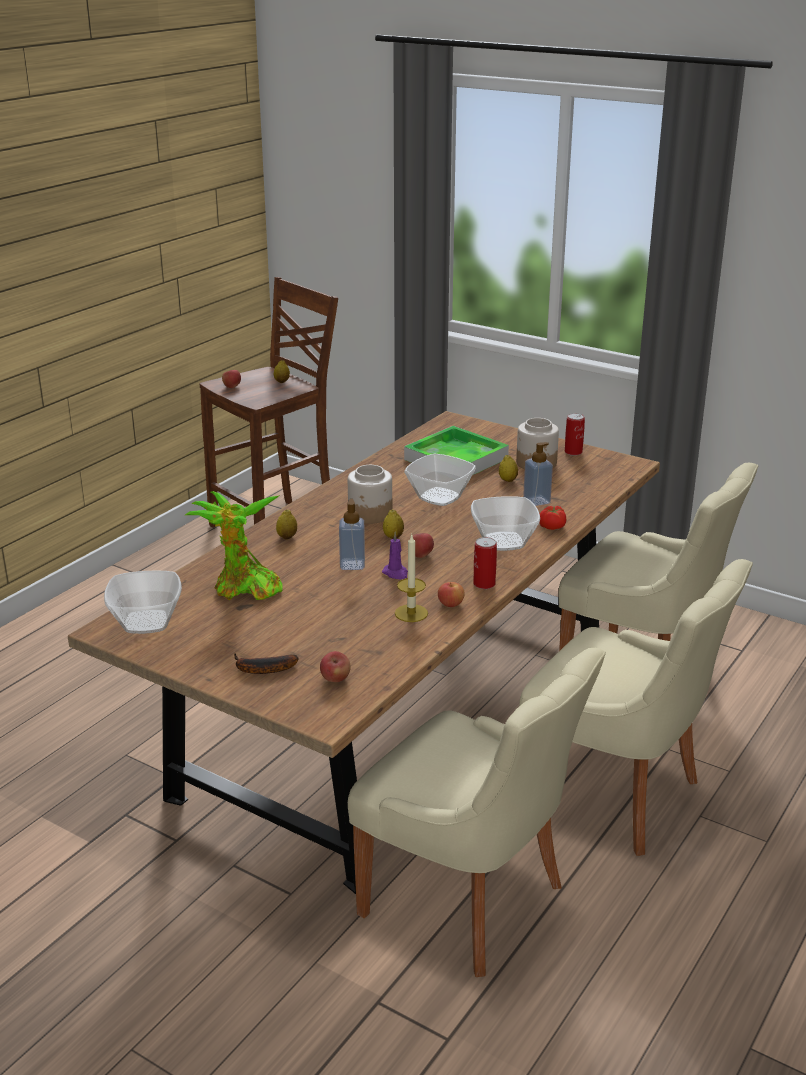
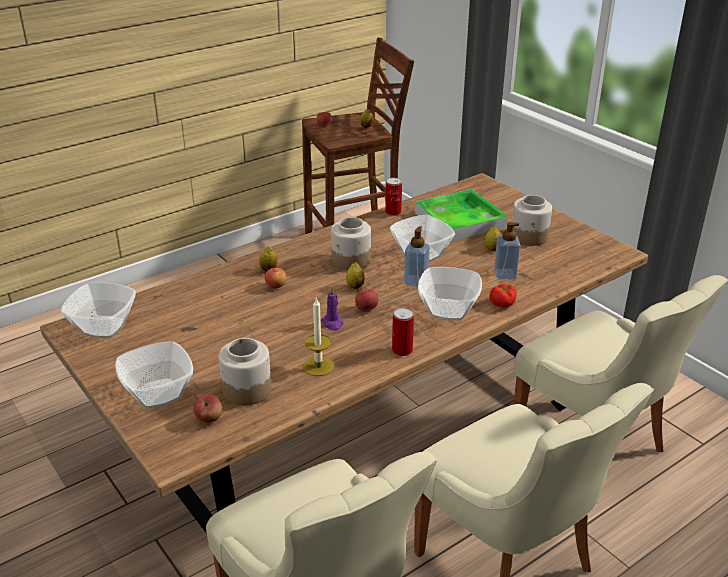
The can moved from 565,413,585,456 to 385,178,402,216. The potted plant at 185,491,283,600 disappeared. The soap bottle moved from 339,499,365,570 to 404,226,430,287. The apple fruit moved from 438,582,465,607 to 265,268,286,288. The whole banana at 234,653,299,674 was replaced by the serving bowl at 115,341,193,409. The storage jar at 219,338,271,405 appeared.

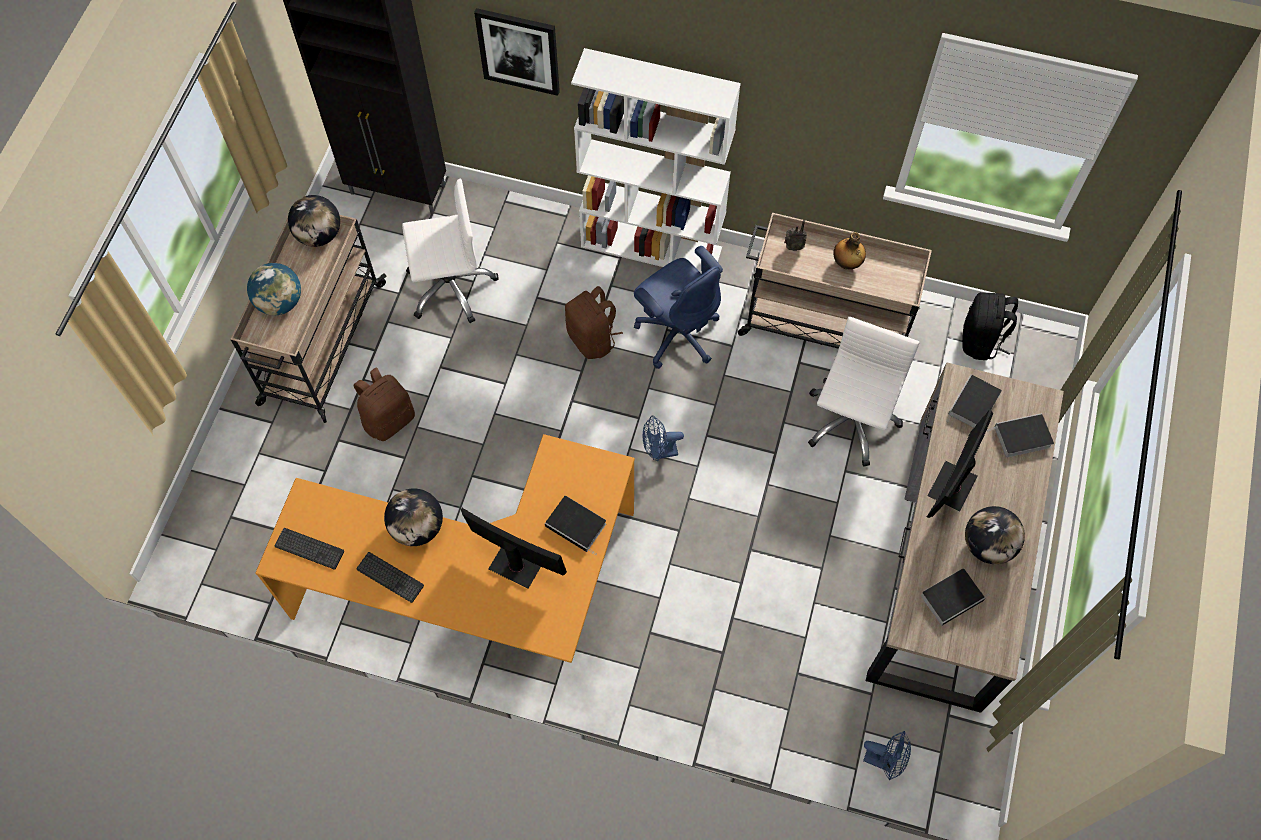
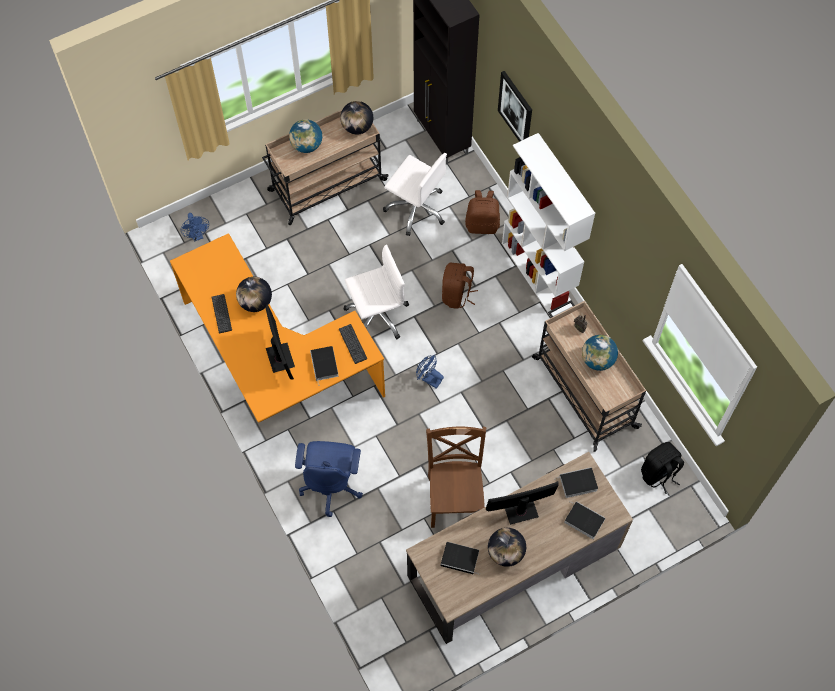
The bottle at 833,232,866,269 was replaced by the world globe at 582,335,618,371. The blue office chair moved from 634,246,723,369 to 295,441,363,517. The white office chair moved from 808,317,920,466 to 343,245,409,339. The brown-coloured rucksack moved from 354,367,415,441 to 465,190,500,234. The computer keyboard moved from 275,528,344,570 to 339,324,367,364. The blue fan moved from 863,731,911,780 to 181,213,209,242. The brown-coloured upright chair at 426,427,486,528 appeared.

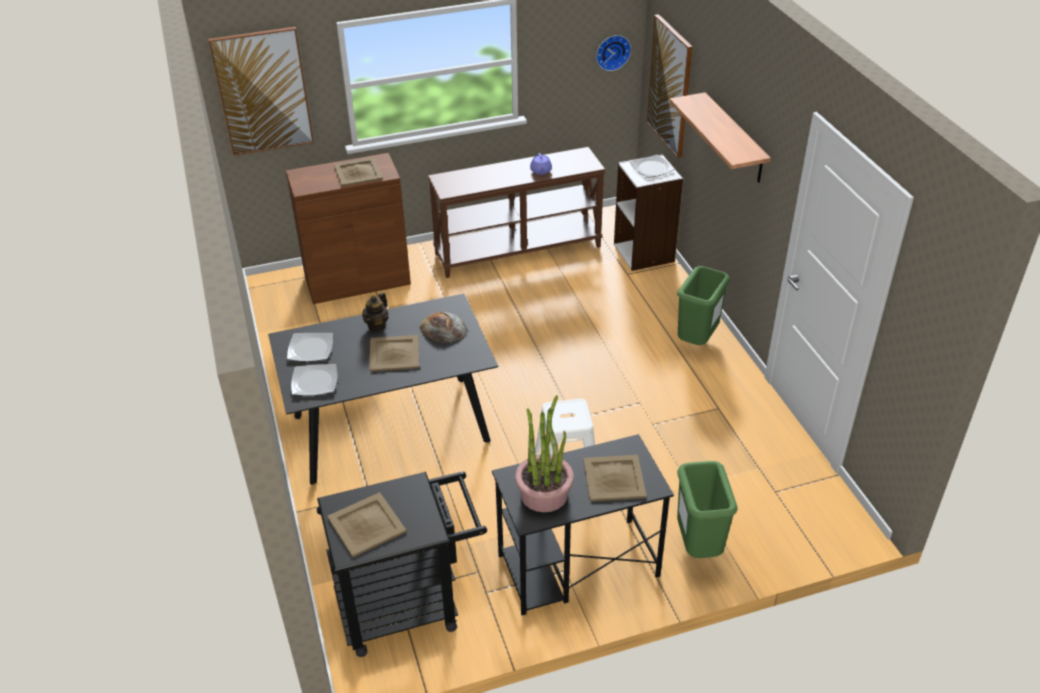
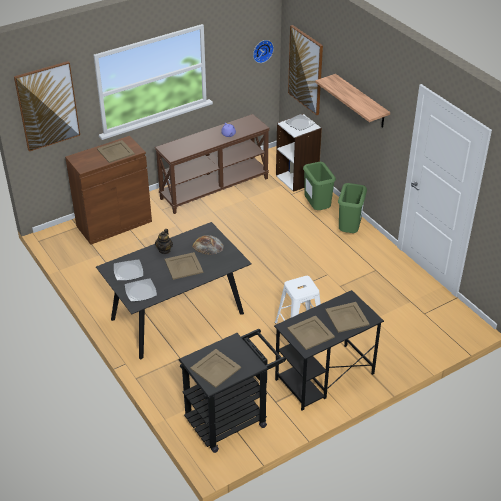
The potted plant at 515,395,574,512 was replaced by the beige-coloured carrying tray at 287,316,335,350. The green trash can moved from 677,461,738,558 to 303,162,336,210.

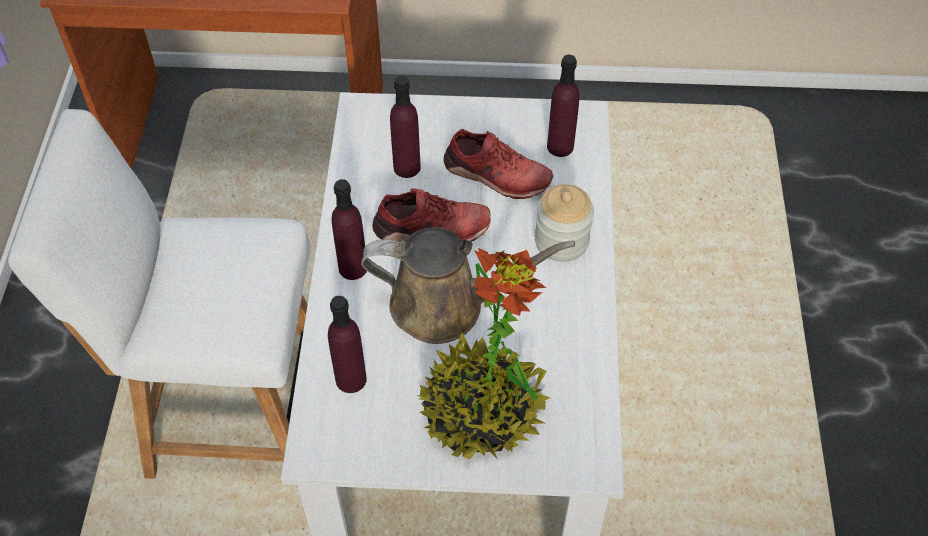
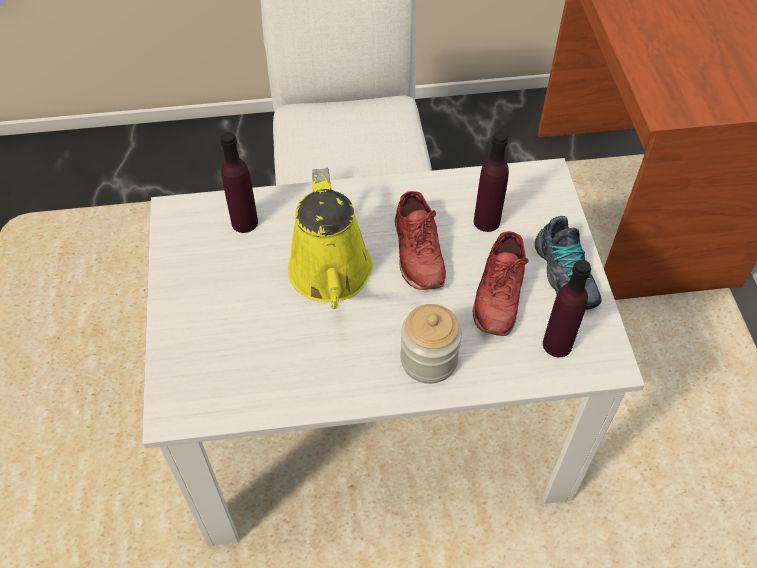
The purplish bottle at 332,179,367,280 disappeared. The brown-coloured watering can at 361,227,575,344 became the yellowish watering can at 288,168,373,309. The potted plant at 418,248,550,459 disappeared. The shoe at 535,216,602,309 appeared.

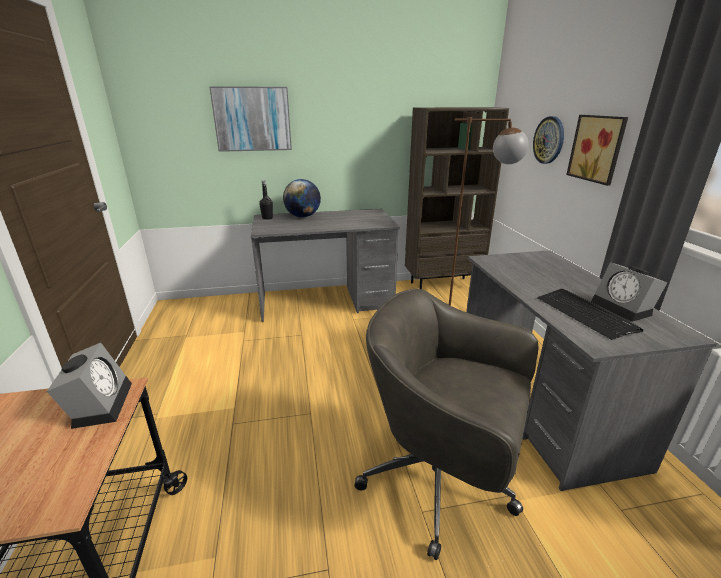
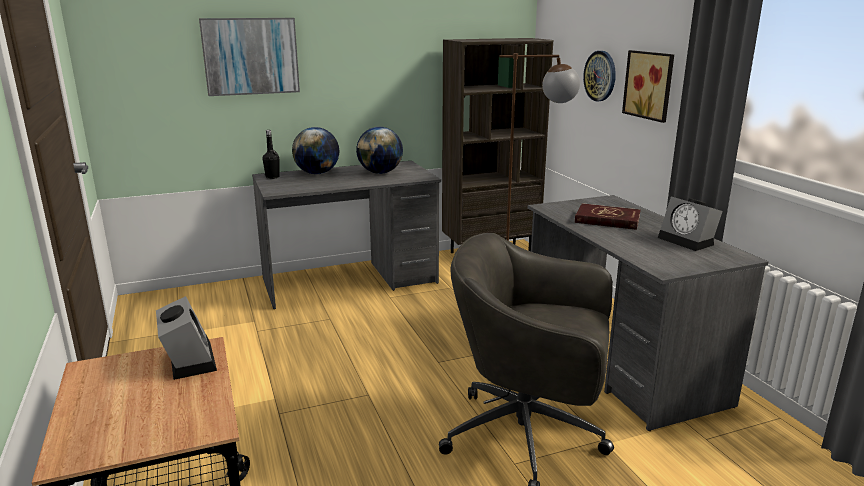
The computer keyboard at 537,289,644,340 disappeared. The world globe at 356,127,403,174 appeared. The reddish bound book at 575,203,641,230 appeared.

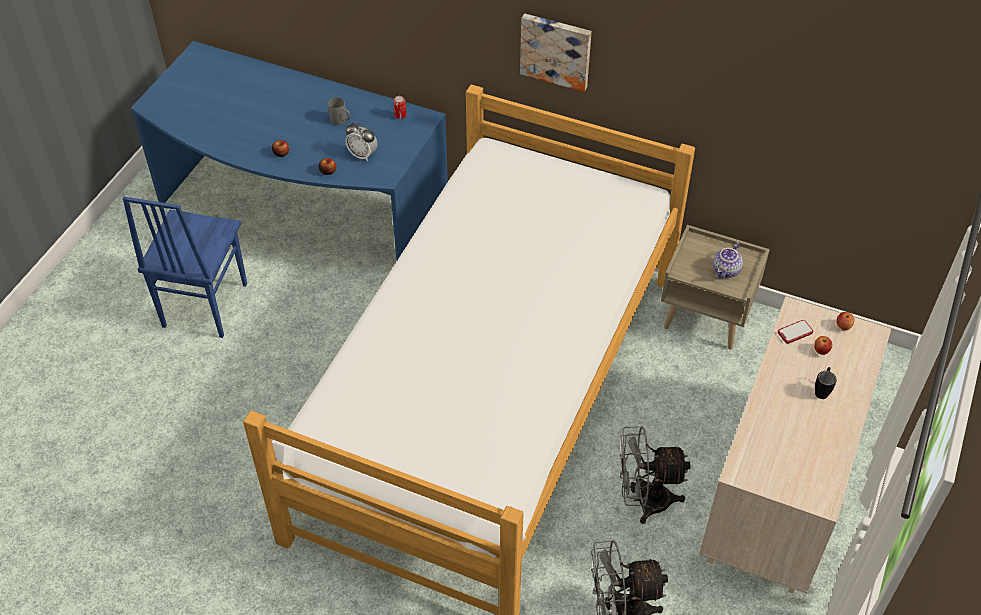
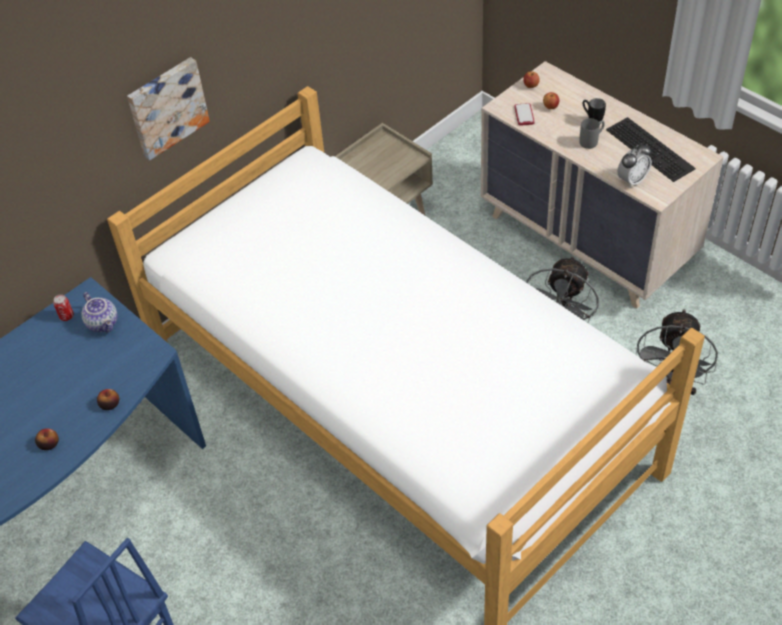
The gray mug moved from 328,97,350,125 to 579,118,605,149. The alarm clock moved from 345,122,378,161 to 617,143,652,188. The teapot moved from 713,242,743,278 to 82,292,118,332. The computer keyboard at 606,117,696,182 appeared.

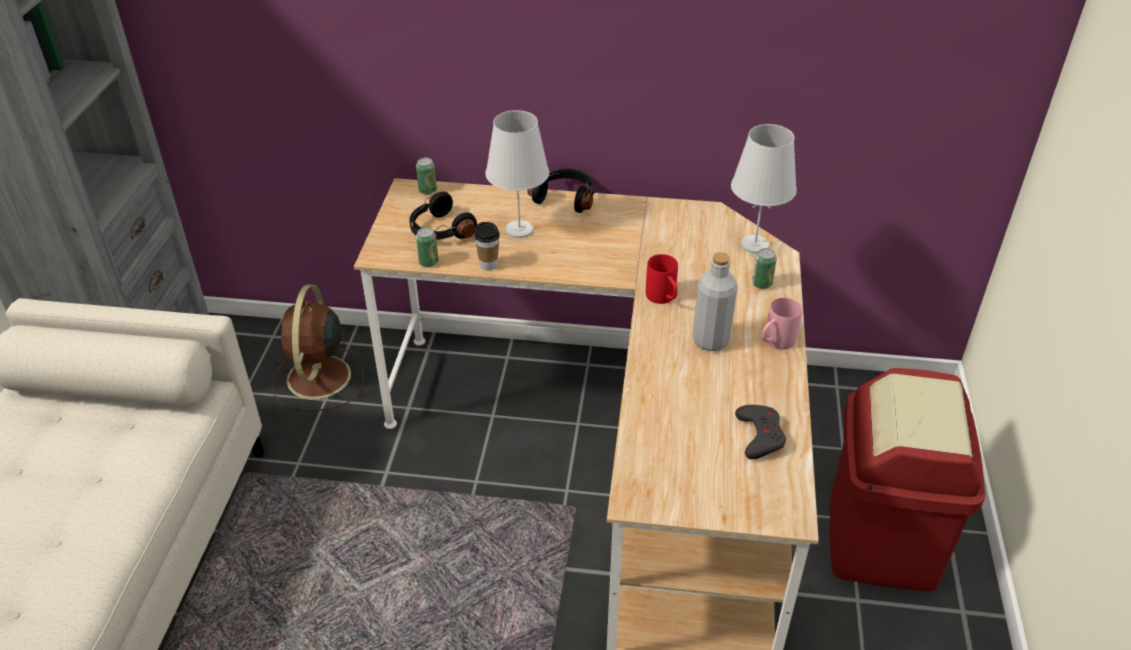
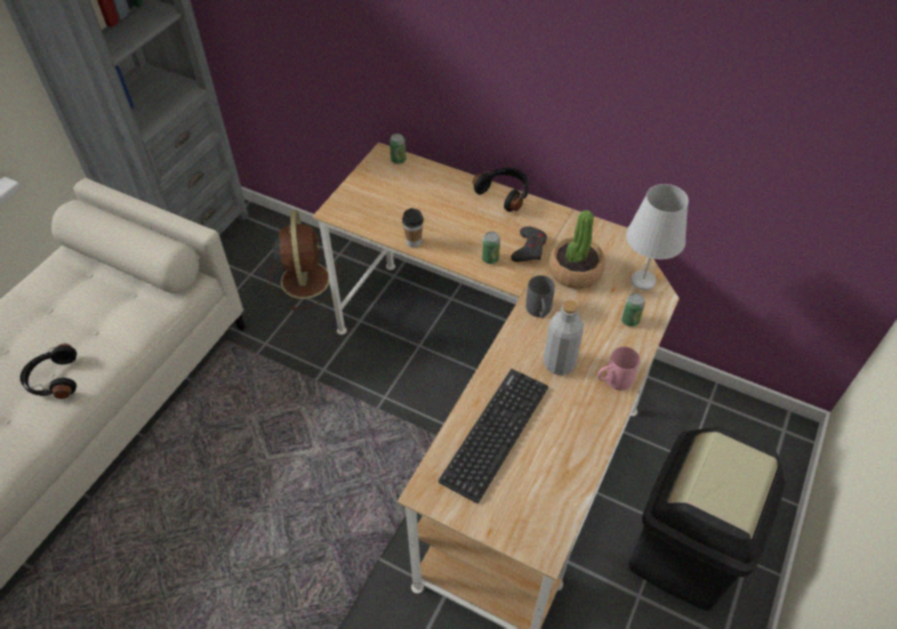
The white lamp for a table at 485,110,549,238 disappeared. The black headphones moved from 409,191,477,240 to 20,344,77,399. The can moved from 416,227,439,267 to 482,232,500,264. The reddish mug at 646,254,678,304 became the gray mug at 526,275,555,318. The brown-coloured fan at 273,285,364,411 turned 150 degrees clockwise. The reddish trash can at 830,368,985,591 became the black trash can at 628,427,785,611. The gray game controller moved from 735,405,786,459 to 511,226,547,262. The potted plant at 549,210,605,289 appeared. The computer keyboard at 438,369,548,503 appeared.

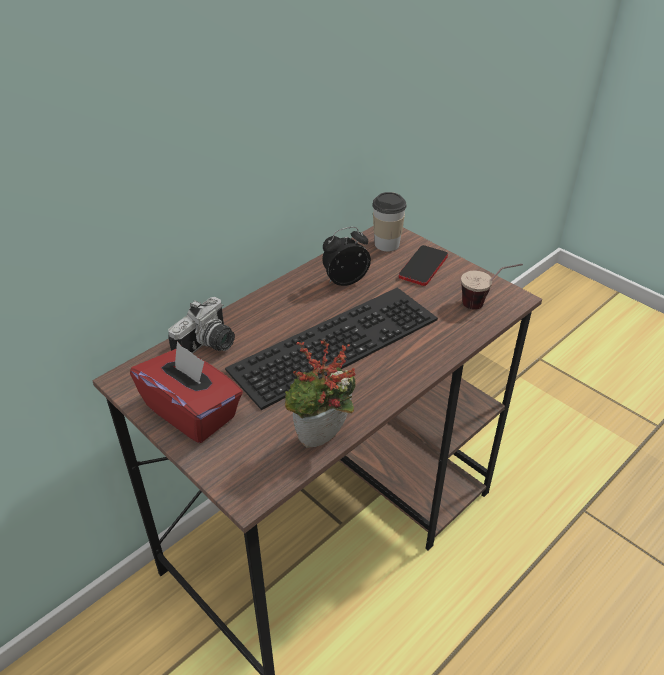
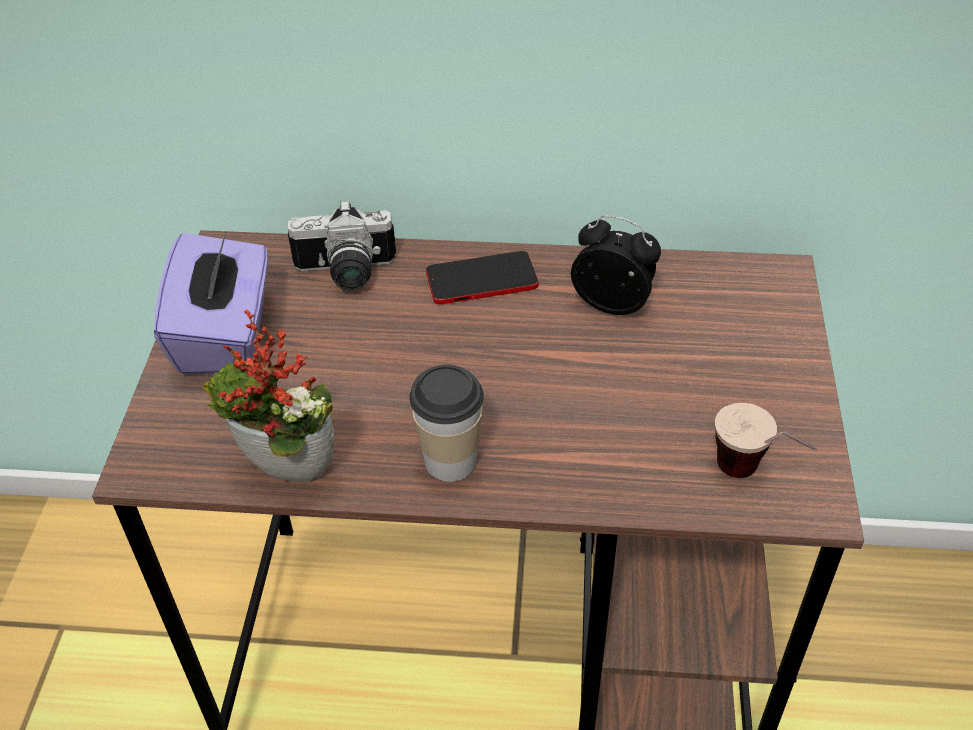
The drinking cup moved from 373,192,406,251 to 410,364,484,482. The handset moved from 399,245,448,286 to 426,251,539,304. The computer keyboard at 225,287,438,410 disappeared. The reddish tissue box at 130,341,243,443 became the purplish tissue box at 154,231,268,374.

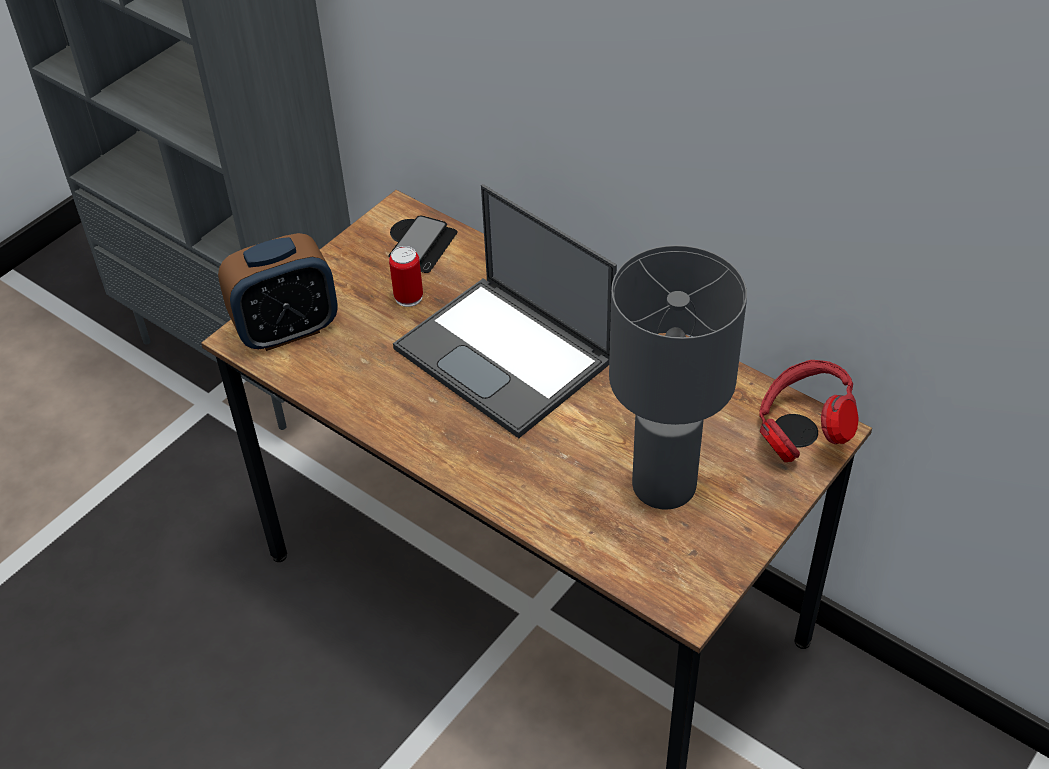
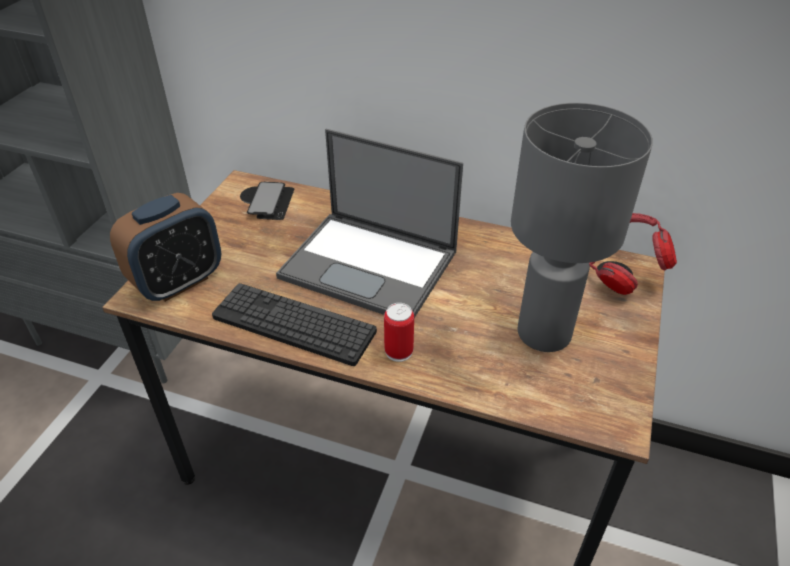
The can moved from 389,246,423,307 to 384,303,414,362. The computer keyboard at 212,283,377,366 appeared.

